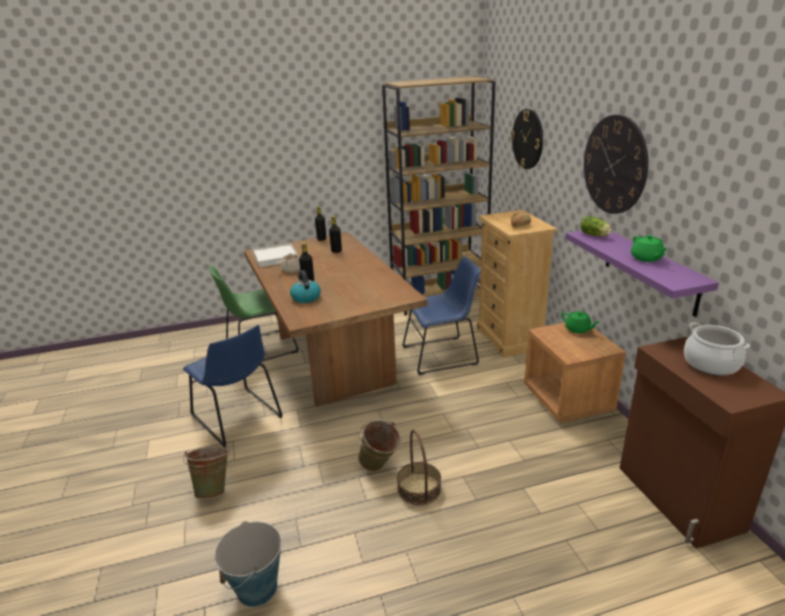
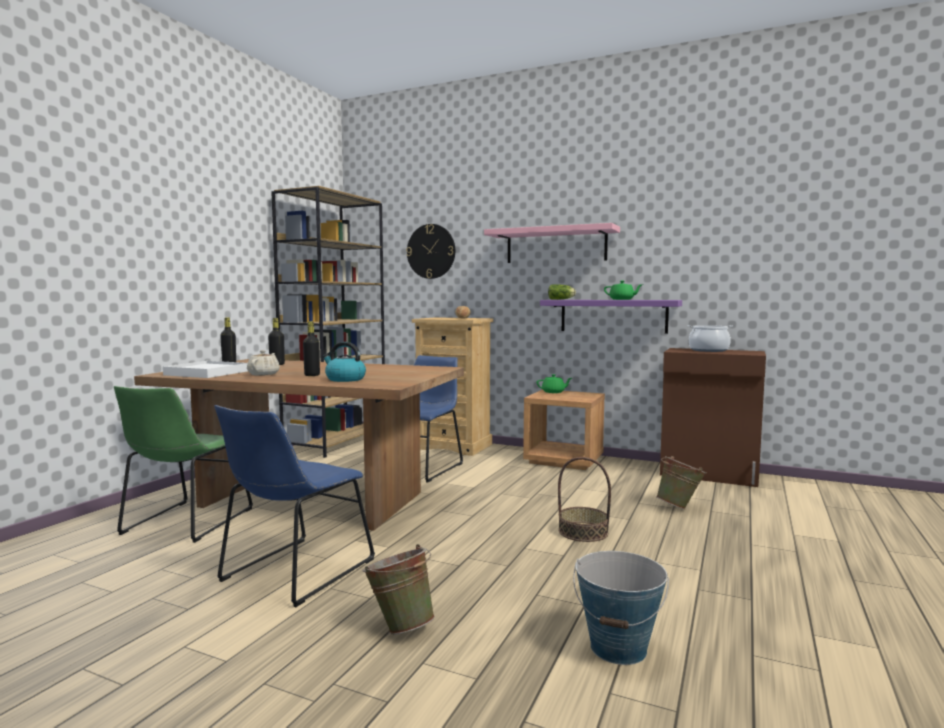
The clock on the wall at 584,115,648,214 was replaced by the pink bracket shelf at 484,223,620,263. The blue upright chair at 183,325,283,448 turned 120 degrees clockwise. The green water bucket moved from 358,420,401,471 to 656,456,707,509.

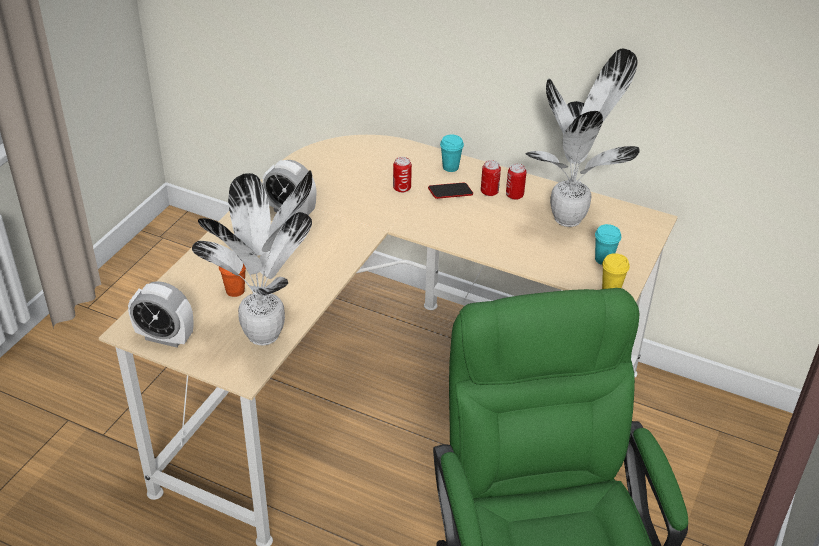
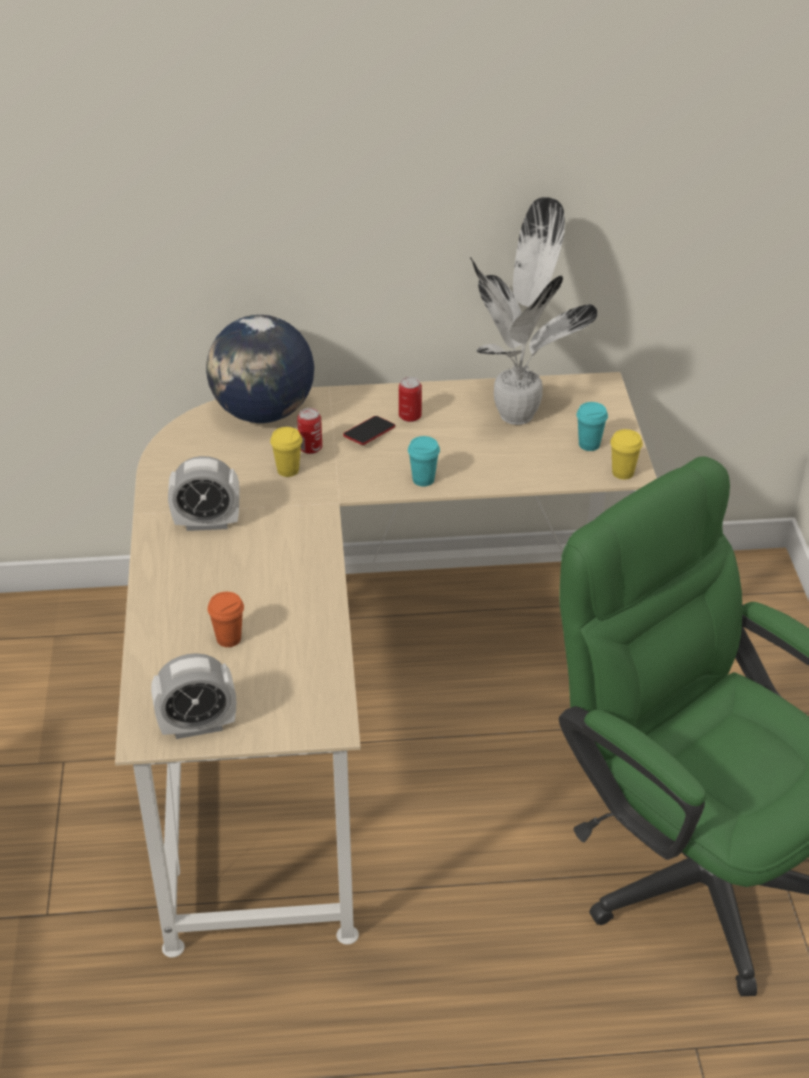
The turquoise drinking cup moved from 440,135,464,172 to 408,436,440,487. The can at 506,164,526,200 disappeared. The potted plant at 192,170,312,345 disappeared. The world globe at 206,315,314,423 appeared. The yellowish drinking cup at 270,427,302,477 appeared.

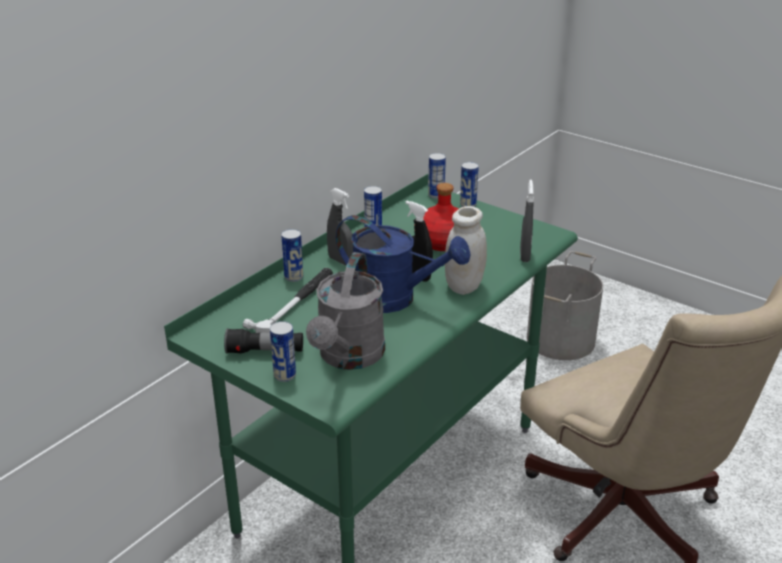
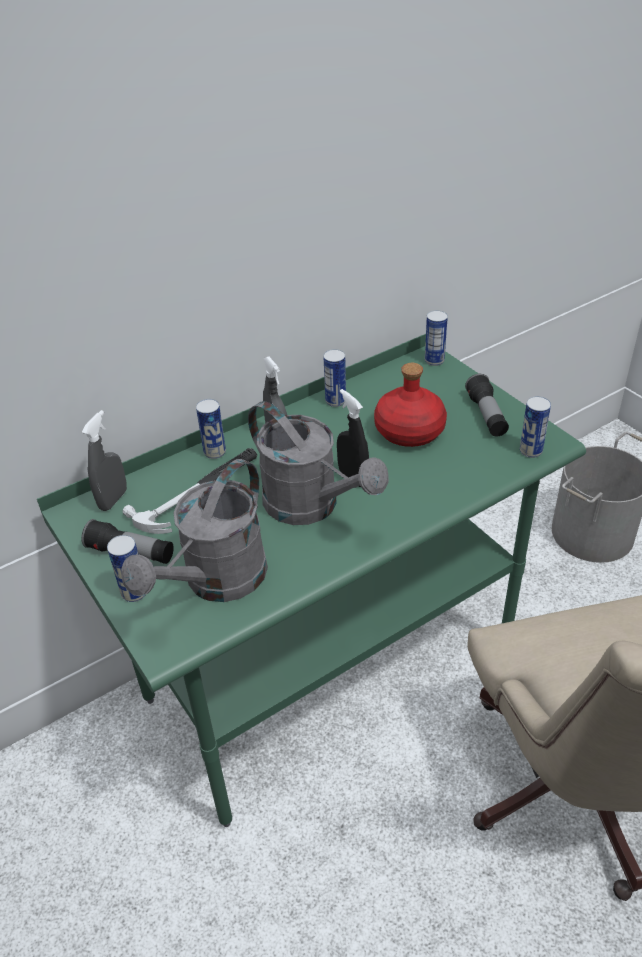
The can moved from 460,162,479,207 to 520,396,551,458. The gray sprayer moved from 520,180,534,262 to 82,410,127,511. The white storage jar at 445,206,487,295 disappeared. The blue watering can at 336,215,470,313 became the gray watering can at 248,401,389,525. The flashlight at 465,374,509,436 appeared.

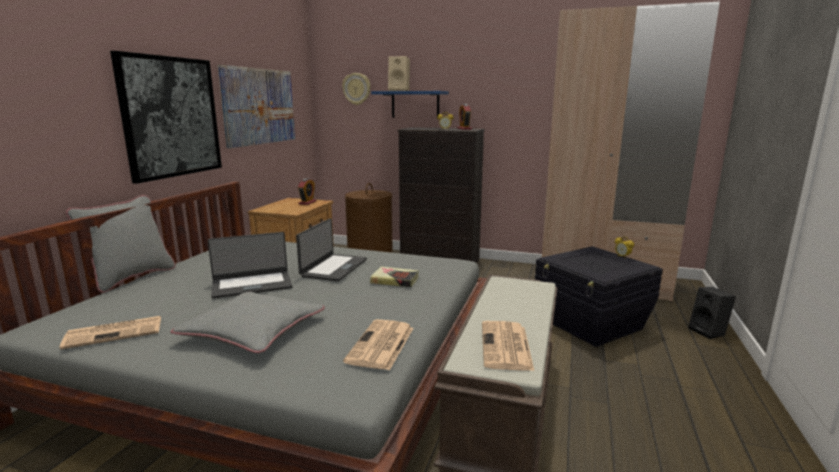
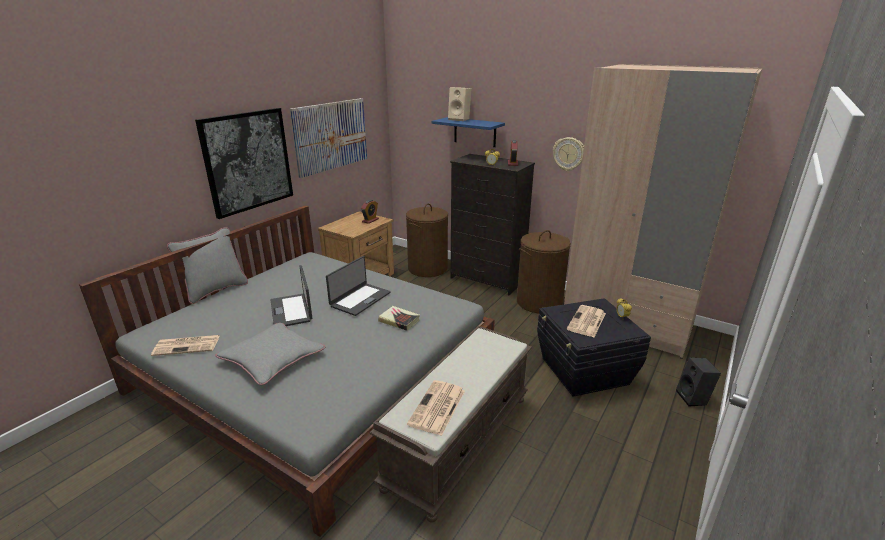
The clock on the wall moved from 342,73,371,105 to 553,137,584,171. The laptop at 208,232,292,299 turned 75 degrees clockwise. The daily paper moved from 343,319,414,370 to 567,305,606,337. The brown-coloured laundry basket at 517,230,571,313 appeared.

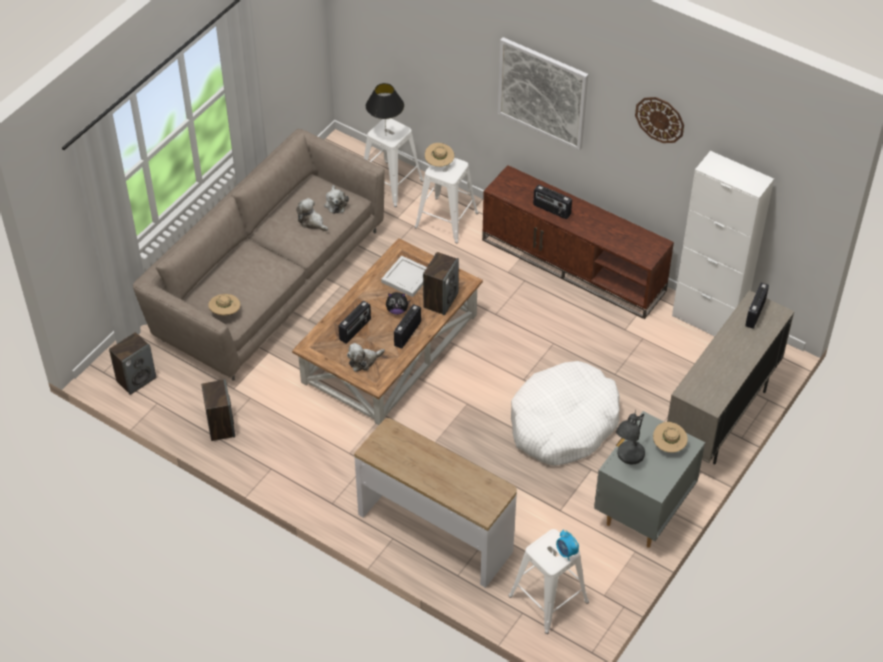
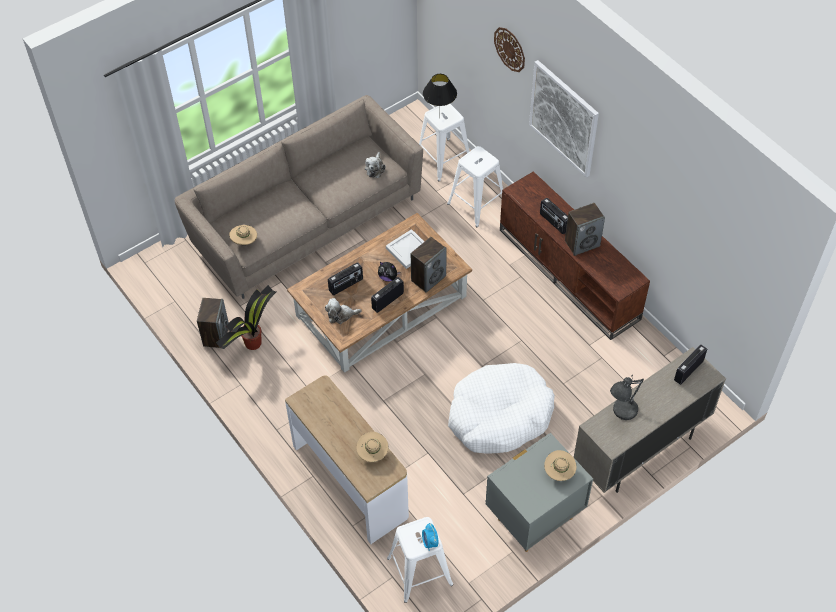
The clock on the wall moved from 635,97,684,143 to 494,27,525,72. The beige-coloured hat moved from 425,143,454,167 to 356,432,388,462. The white cupboard at 672,151,774,336 disappeared. The cuddly toy at 296,198,328,231 disappeared. The audio speaker moved from 109,332,156,395 to 565,203,605,256. The gray lamp for a table moved from 616,411,645,465 to 610,374,644,420. The potted plant at 216,285,276,350 appeared.

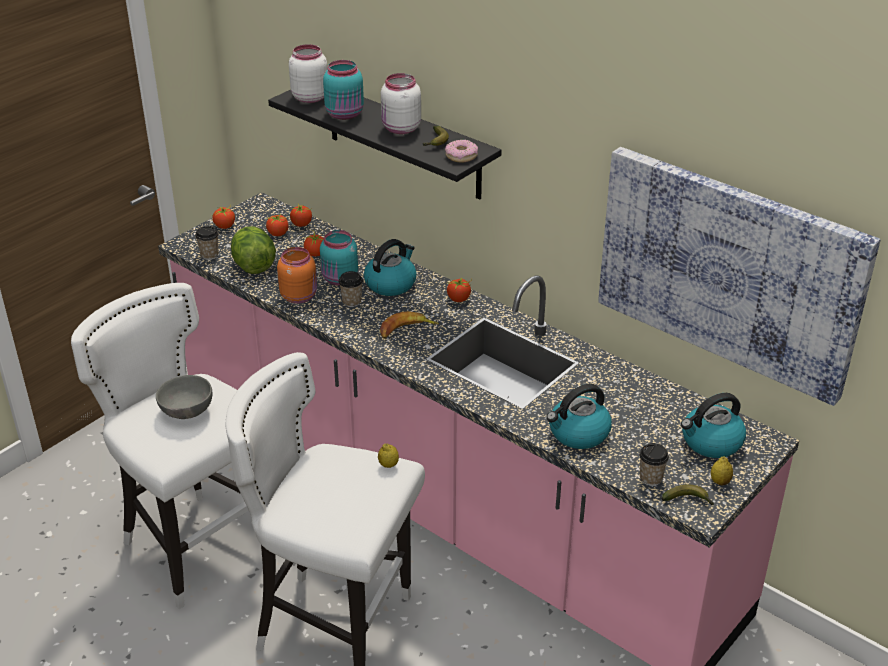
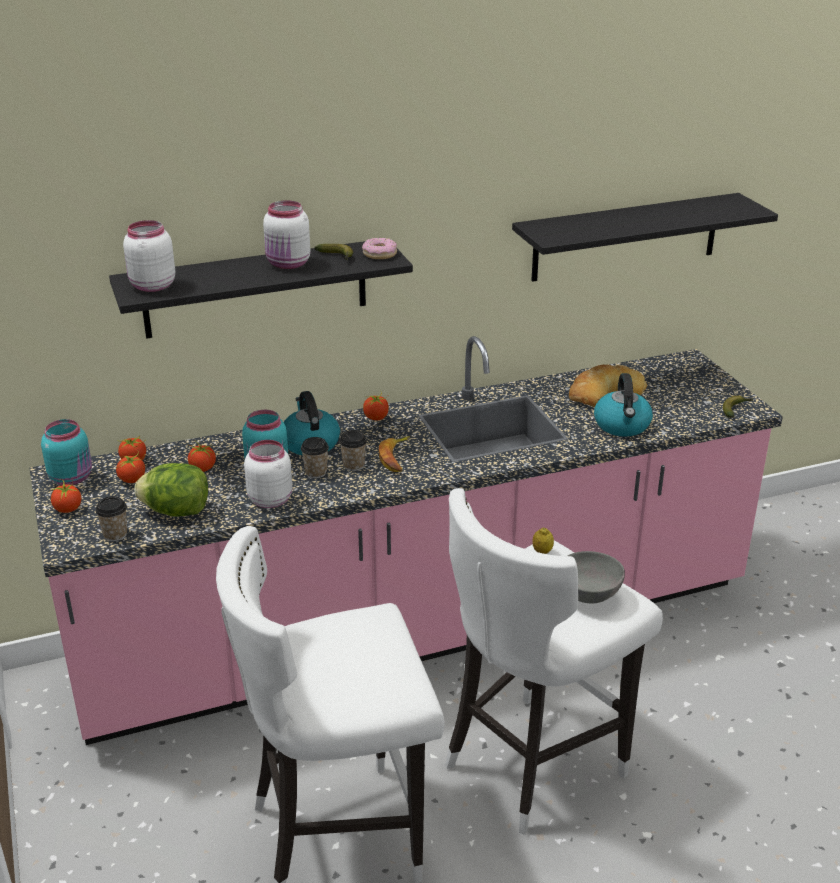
The turquoise storage jar moved from 323,60,364,120 to 41,419,92,485. The picture at 598,147,881,406 was replaced by the black bracket shelf at 512,193,778,282. The orange-coloured storage jar at 277,247,317,304 became the white storage jar at 244,440,292,508. The gray serving bowl moved from 156,375,212,419 to 567,551,625,603. The kettle at 681,393,746,458 disappeared. The drinking cup moved from 639,443,669,486 to 339,430,367,471. The whole lemon at 711,457,733,485 disappeared. The baked bread at 569,364,647,407 appeared.

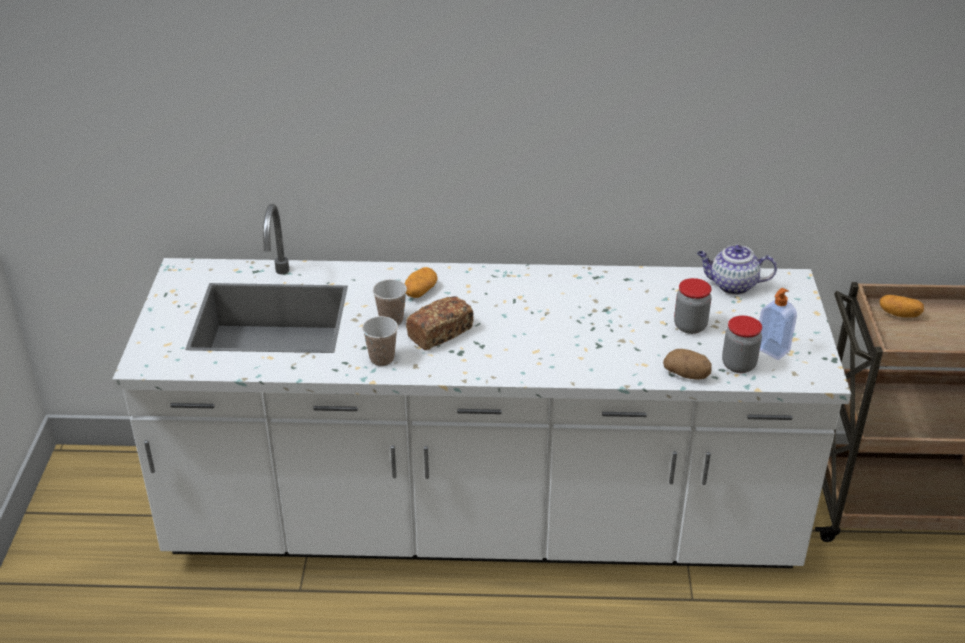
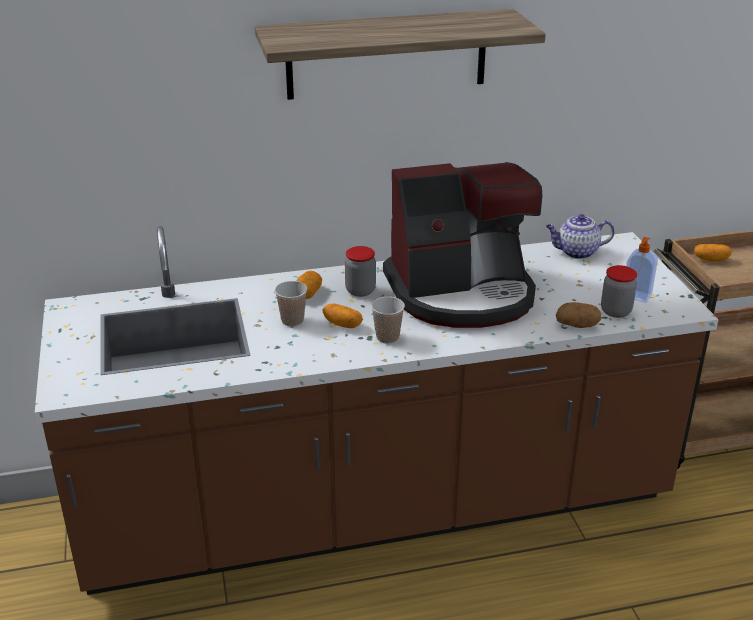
The white kitchen base unit at 112,204,851,568 became the brown-coloured kitchen base unit at 35,226,719,595. The storage jar moved from 674,278,711,334 to 345,246,376,297. The baked bread at 406,296,474,350 was replaced by the potato at 322,304,363,328. The drinking cup moved from 362,316,398,366 to 371,297,405,344. The bracket shelf at 254,9,546,100 appeared. The coffee machine at 383,162,542,328 appeared.

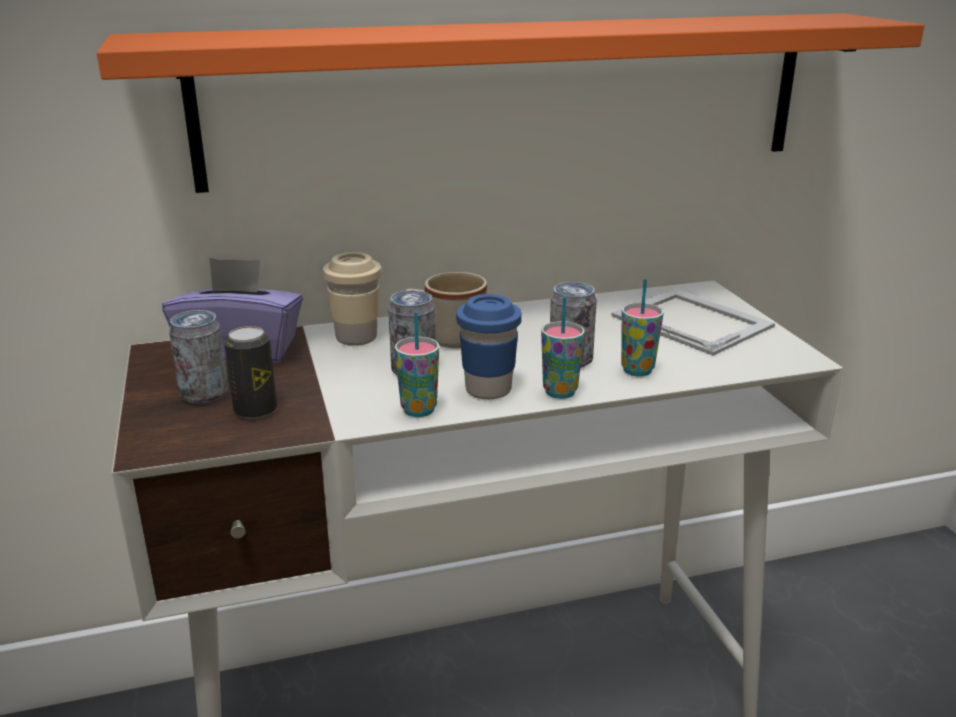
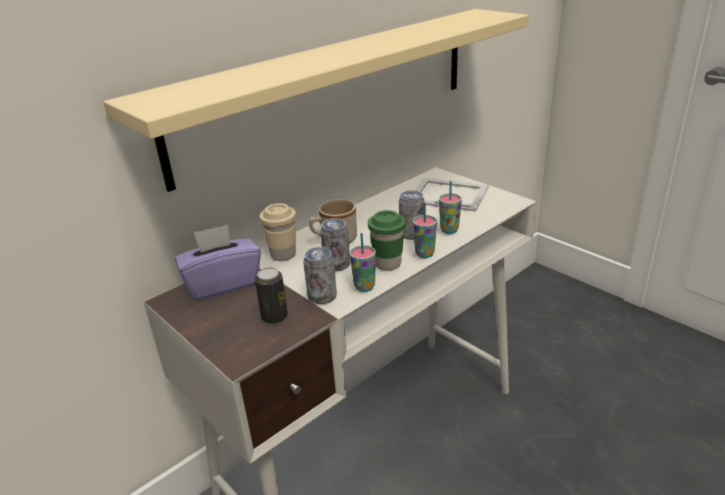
The orange-coloured bracket shelf at 97,13,924,193 became the beige-coloured bracket shelf at 103,9,529,192. The blue drinking cup at 456,294,522,399 became the green drinking cup at 368,210,405,271. The can moved from 169,310,228,404 to 303,247,337,304.

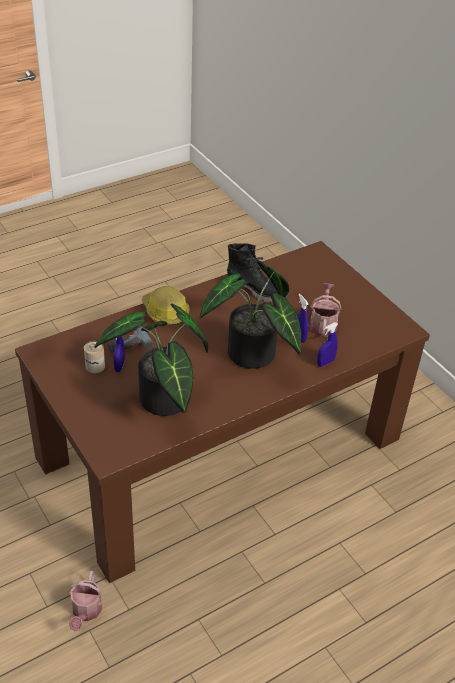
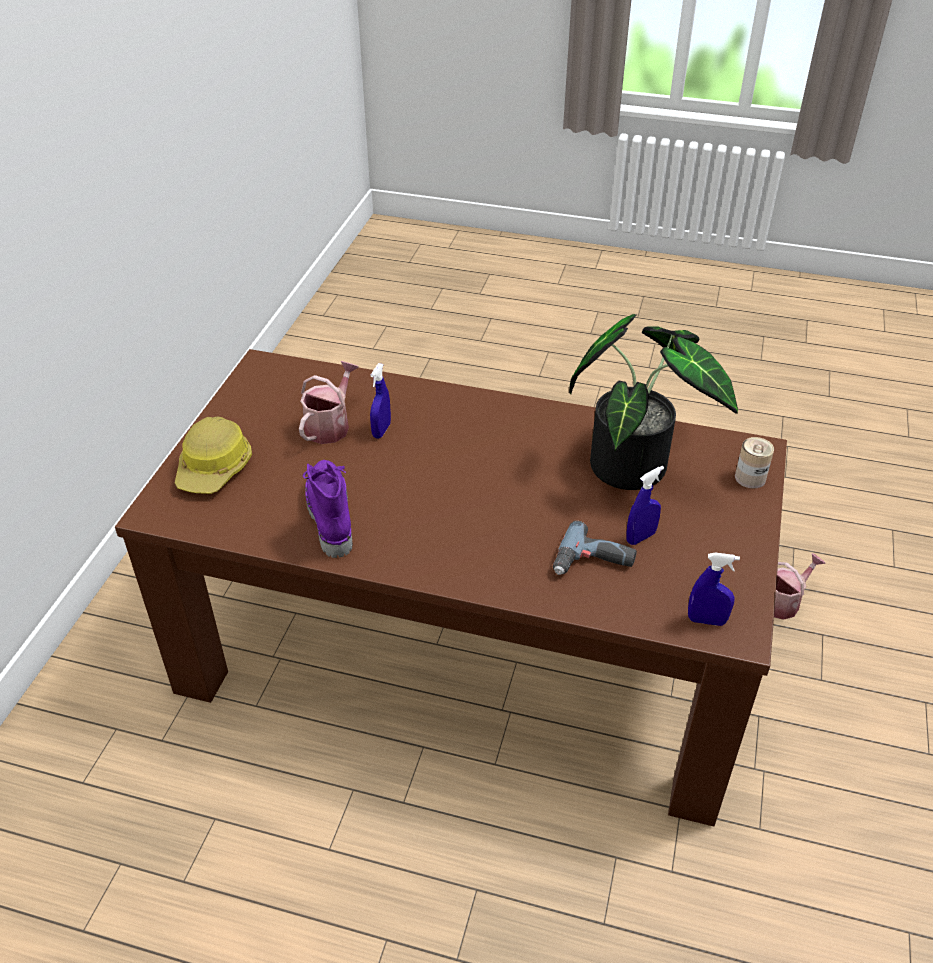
The black tall boot at 227,243,287,303 became the purplish tall boot at 303,460,353,558. The potted plant at 200,260,301,369 disappeared. The watering can at 309,283,342,337 turned 150 degrees clockwise. The work helmet moved from 142,286,190,326 to 175,417,252,494. The blue sprayer moved from 317,322,338,367 to 688,552,740,626. The can moved from 84,341,105,373 to 735,437,774,489.

